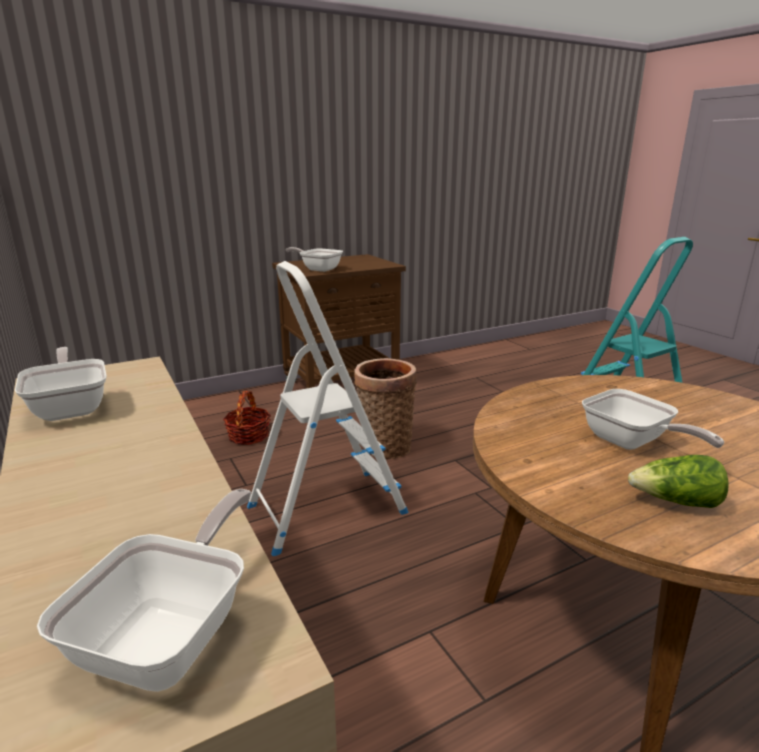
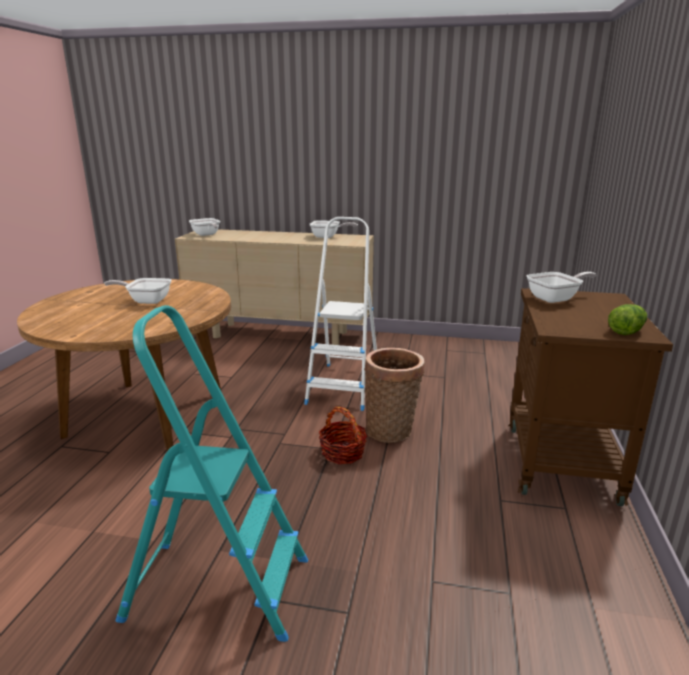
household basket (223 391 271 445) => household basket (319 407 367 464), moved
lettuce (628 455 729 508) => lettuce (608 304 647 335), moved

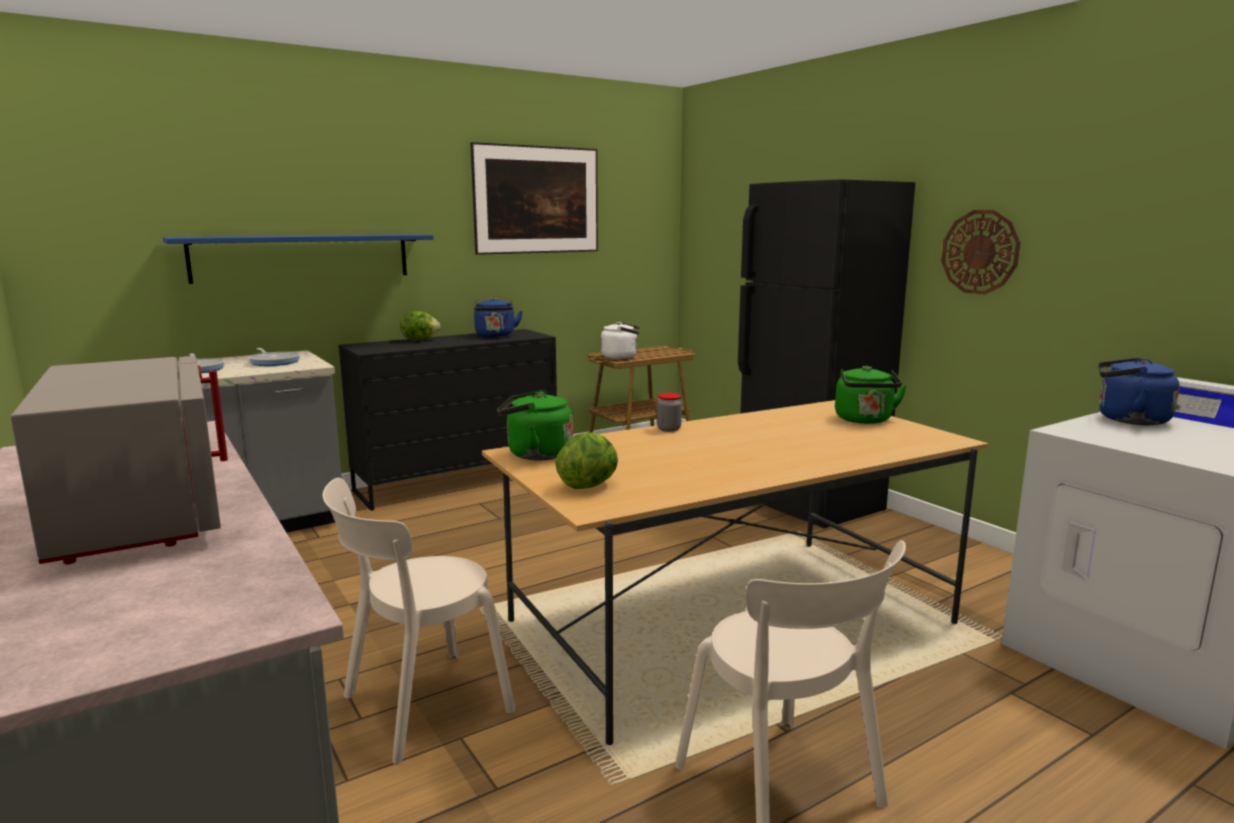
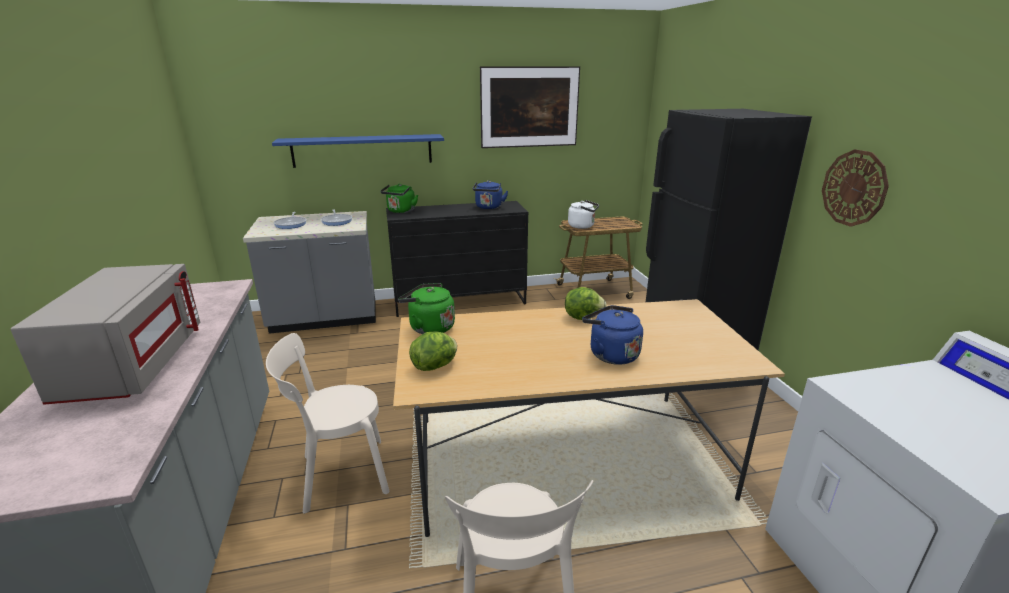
preserve jar (657 393 682 432) => nothing
lettuce (400 311 440 341) => lettuce (565 287 607 320), moved
green kettle (835 366 907 424) => green kettle (380 184 418 213), moved
blue-coloured kettle (1098 358 1180 425) => blue-coloured kettle (582 305 643 365), moved

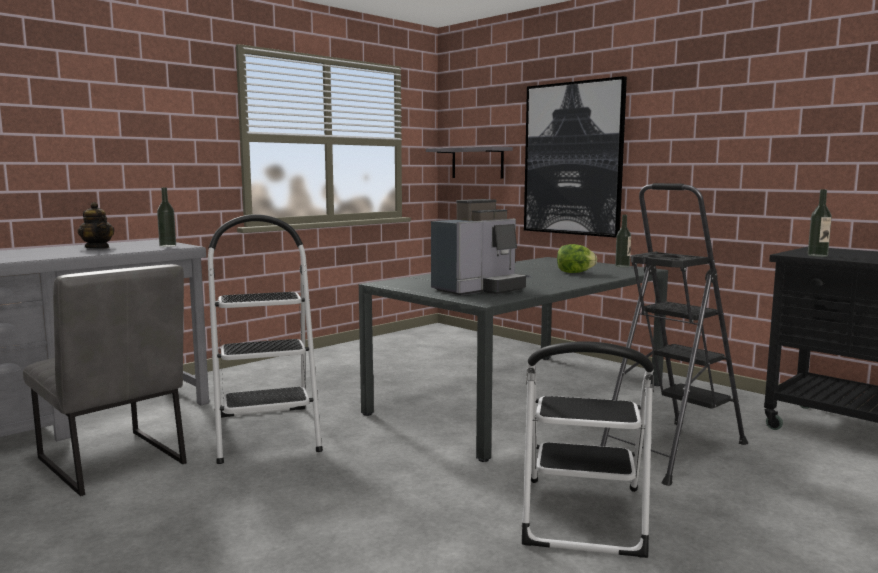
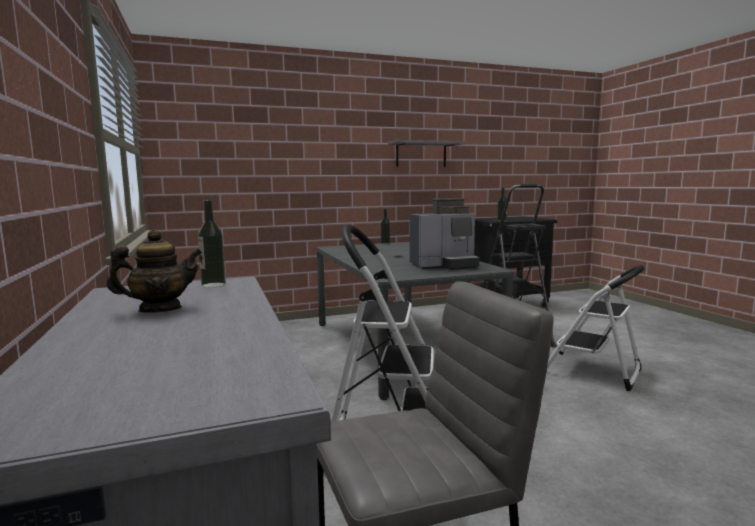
wall picture (524 76 627 238) => nothing
lettuce (557 244 597 273) => nothing
greyish wall shelf (426 146 513 179) => greyish wall shelf (388 140 465 167), moved
coffee maker (431 199 526 295) => coffee maker (410 198 479 270), 90 degrees clockwise

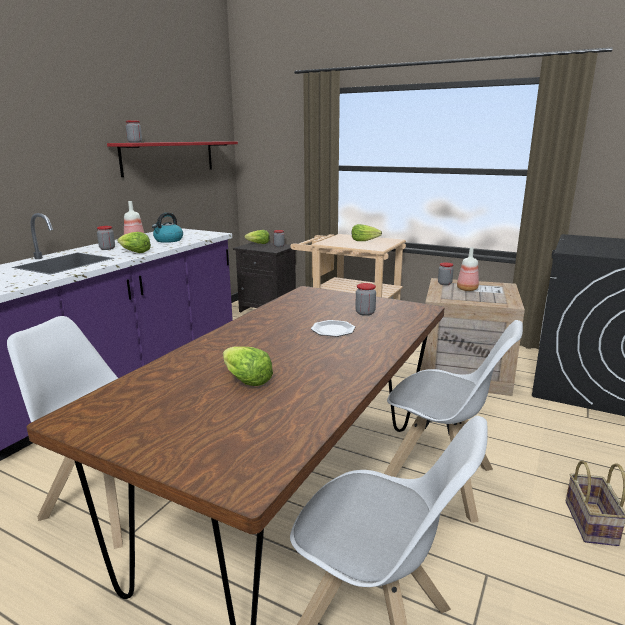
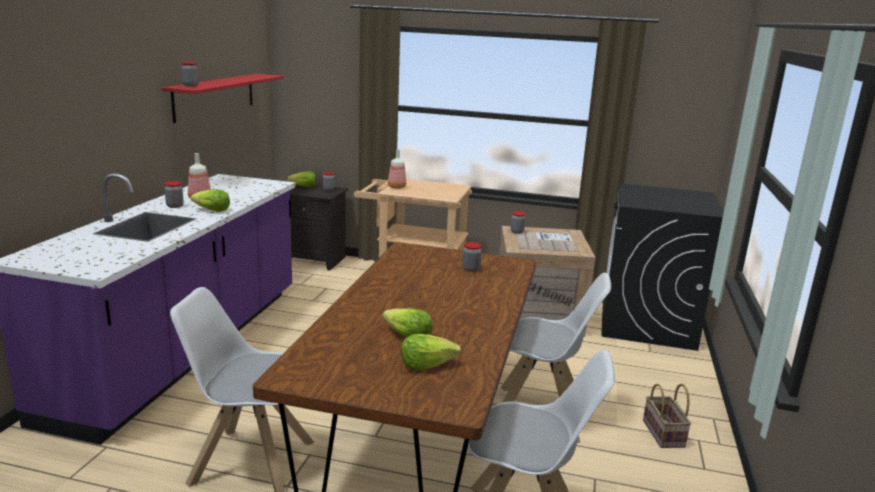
kettle (152 212 183 243) => nothing
flat dish (311 320 355 337) => nothing
lettuce (352 224 382 241) => lettuce (401 334 461 370), moved
bottle (457 247 479 291) => bottle (388 149 406 189), moved

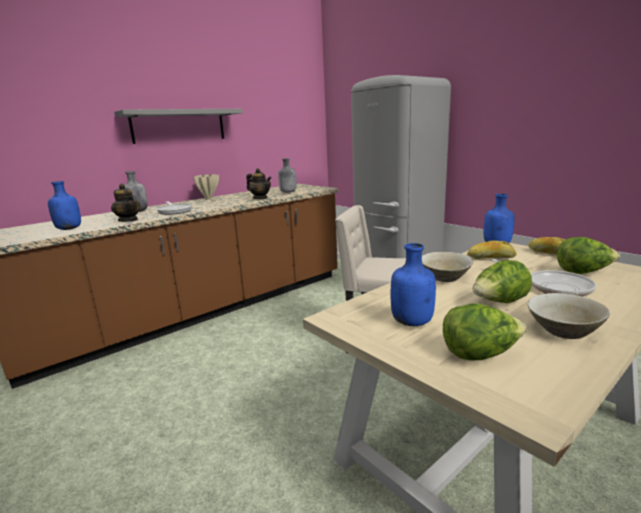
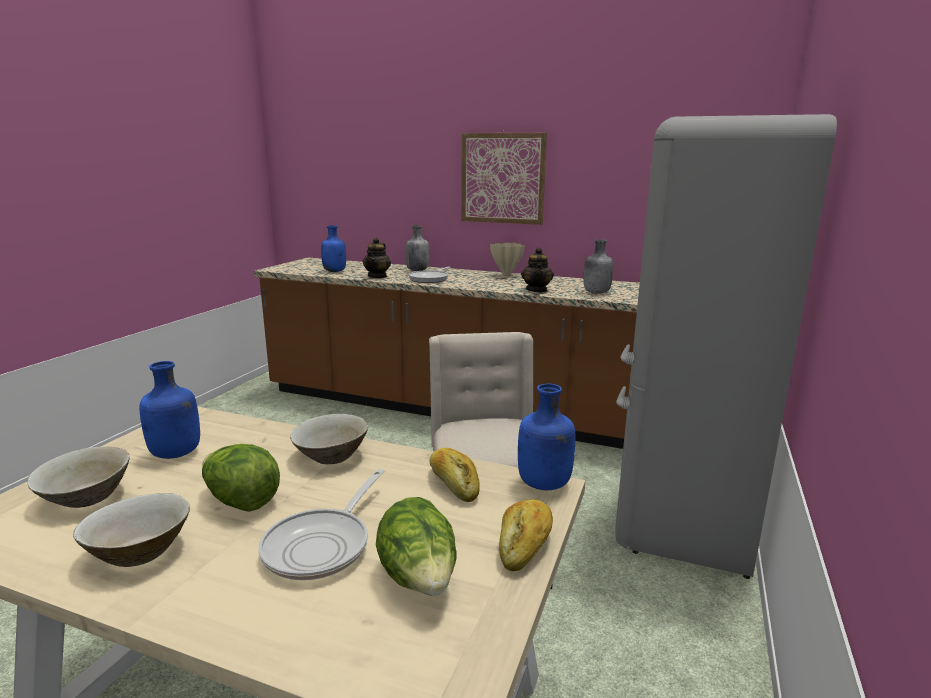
greyish wall shelf (114 109 243 144) => wall picture (461 133 547 225)
lettuce (443 303 527 360) => beige-coloured serving bowl (27 446 130 508)

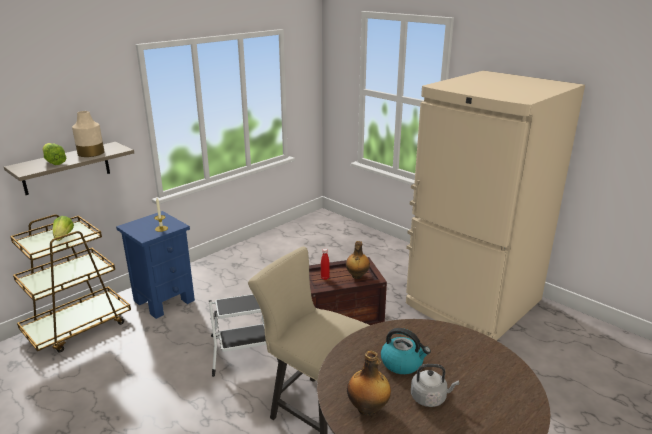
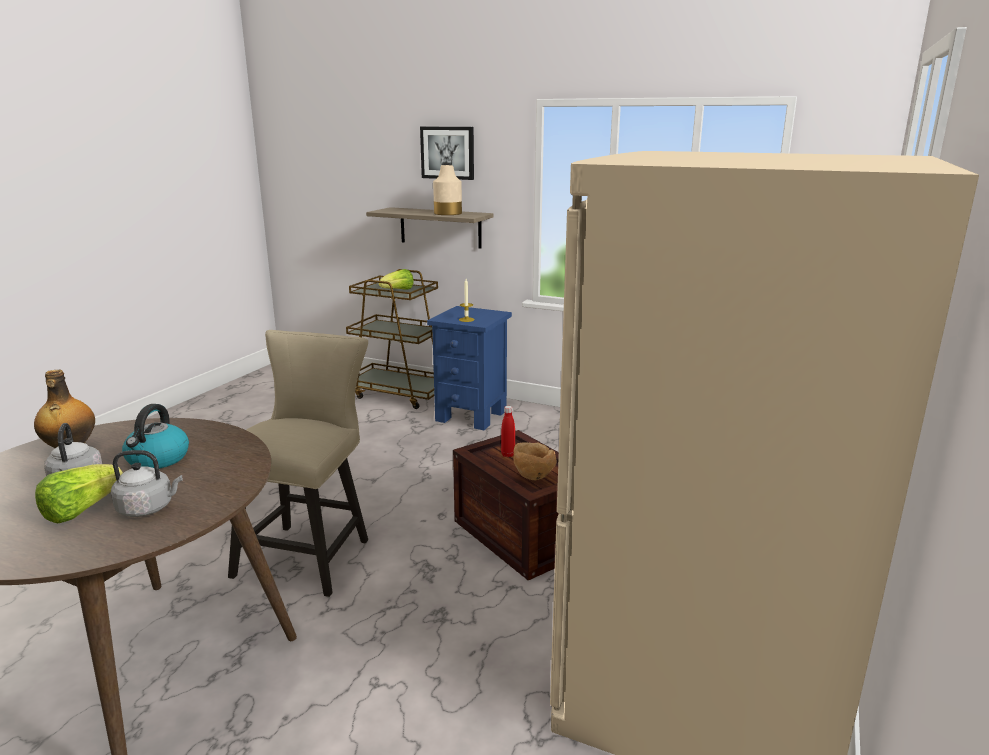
step ladder (209 294 279 377) => nothing
nothing => greyish kettle (111 450 182 517)
nothing => wall picture (420 127 474 180)
lettuce (42 143 67 165) => lettuce (35 464 123 523), moved
bottle (346 241 370 279) => brownish serving bowl (514 443 557 480)

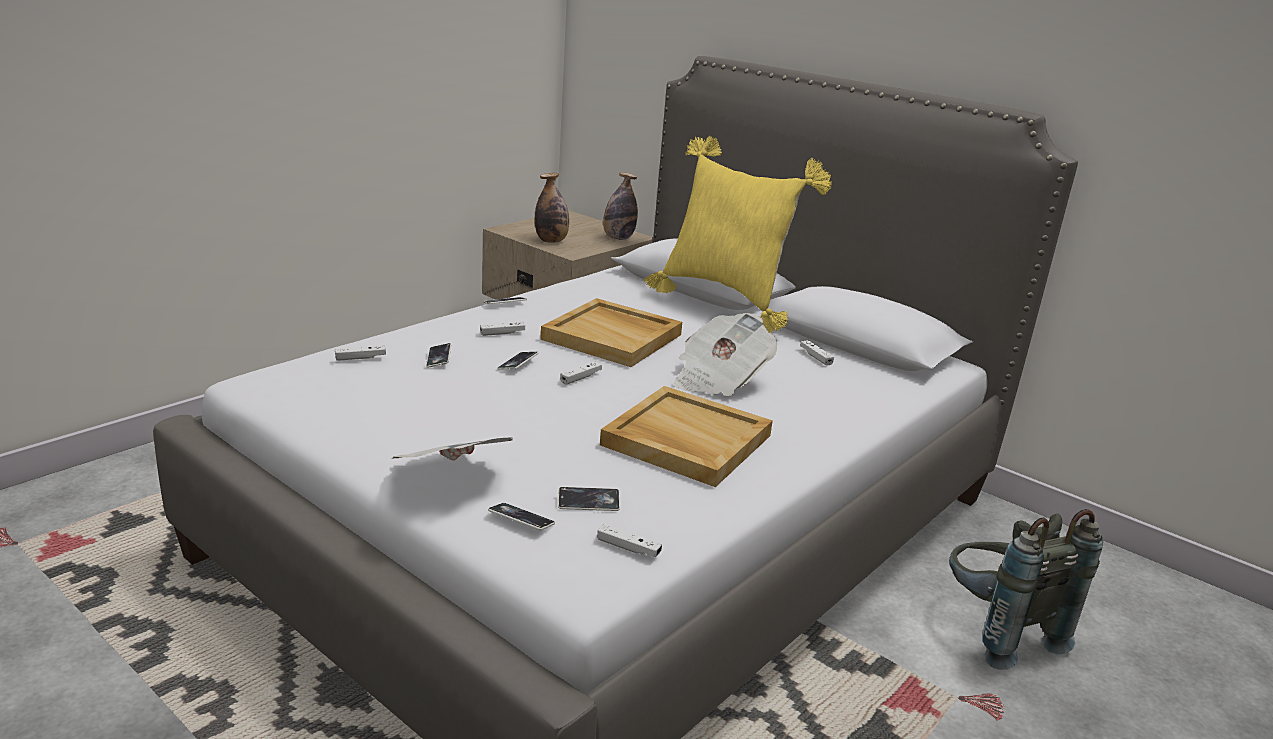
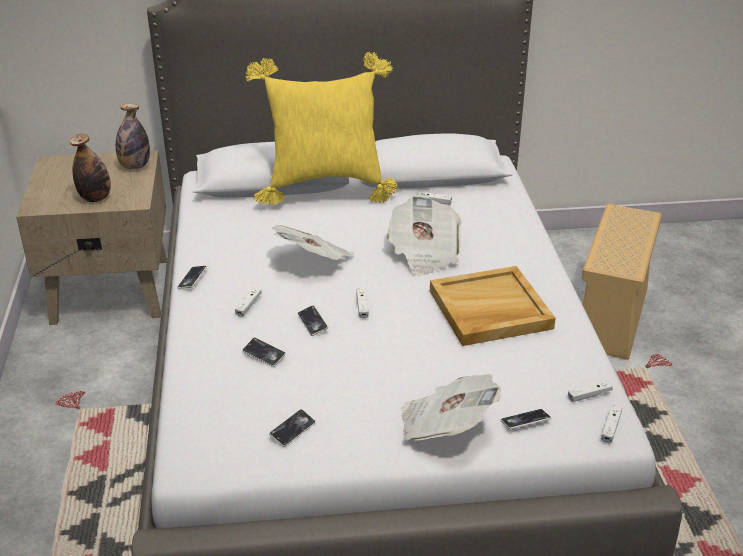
white-coloured gamepad (335 345 386 361) => white-coloured gamepad (601 405 622 443), moved
phone (558 487 620 511) => phone (269 409 316 447), moved
beige-coloured serving tray (540 298 682 367) => newspaper (272 225 354 260)
greyish knapsack (949 509 1103 670) => beige-coloured storage box (582 204 661 360)

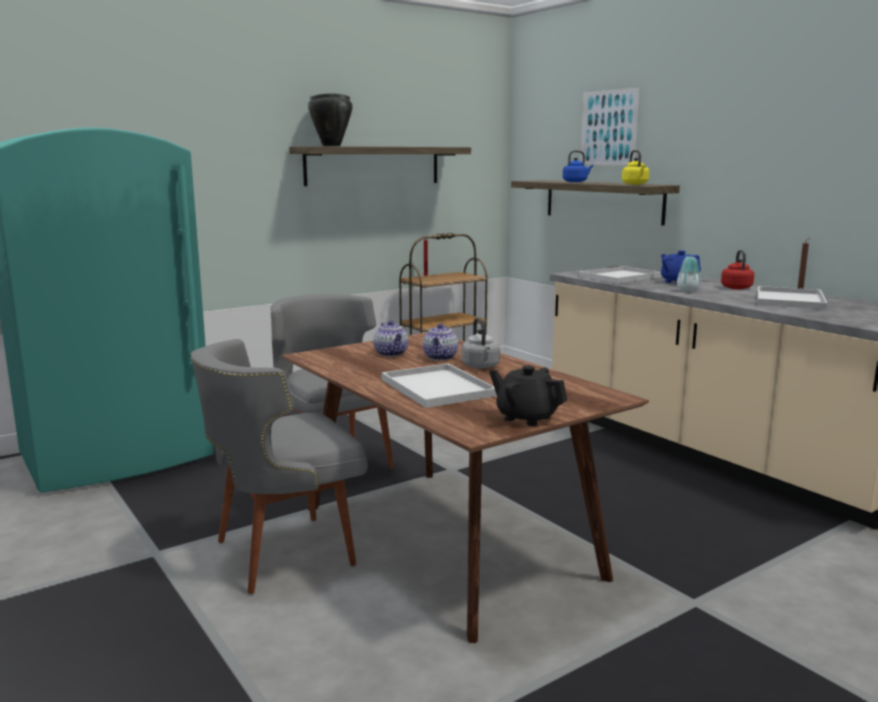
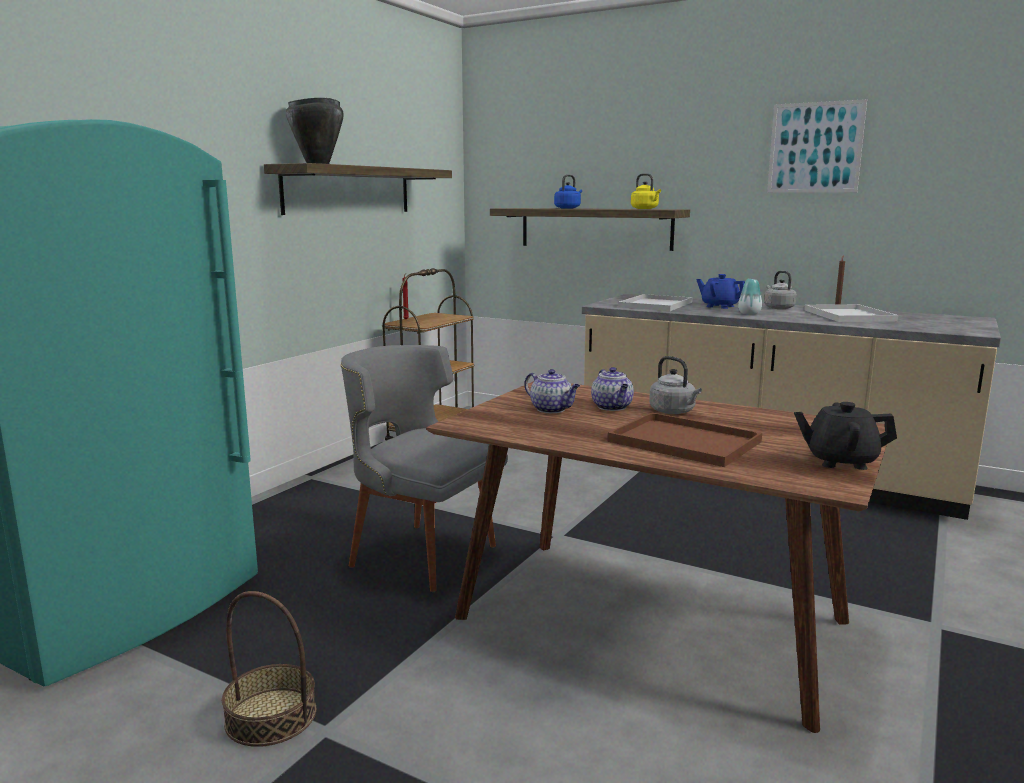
greyish plain chair (191 339 368 594) => nothing
nothing => household basket (222 591 316 747)
wall picture (580 88 639 165) => wall picture (767 99 867 193), moved
white-coloured serving tray (381 364 497 408) => brownish serving tray (607 413 762 467)
reddish kettle (721 250 754 289) => greyish kettle (764 271 796 309)

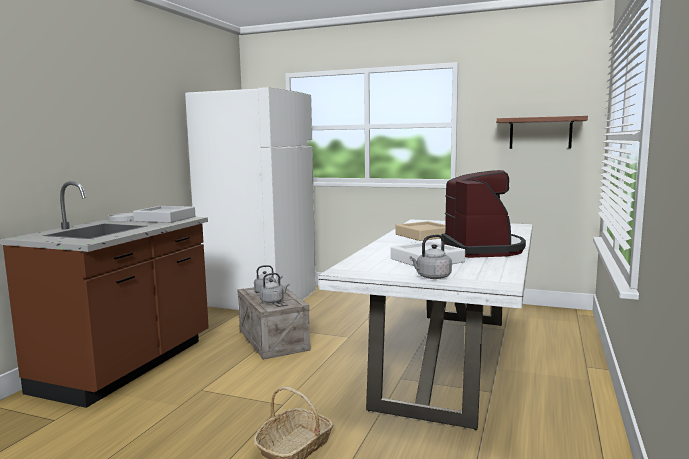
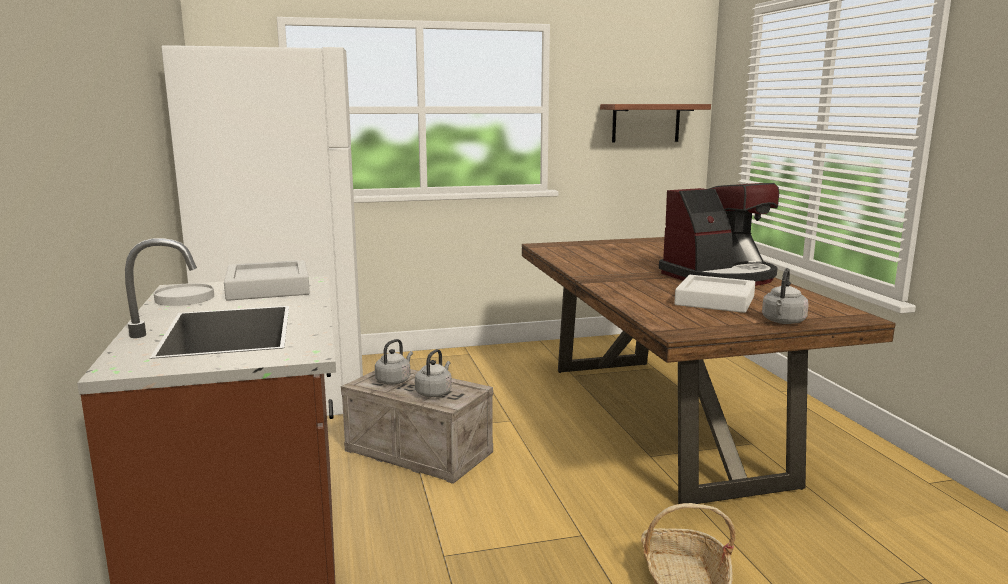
beige-coloured serving tray (395 221 445 241) => nothing
white-coloured kitchen table (318 219 533 430) => brownish kitchen table (522 237 896 504)
coffee maker (441 170 526 258) => coffee maker (659 183 779 286), 105 degrees clockwise

